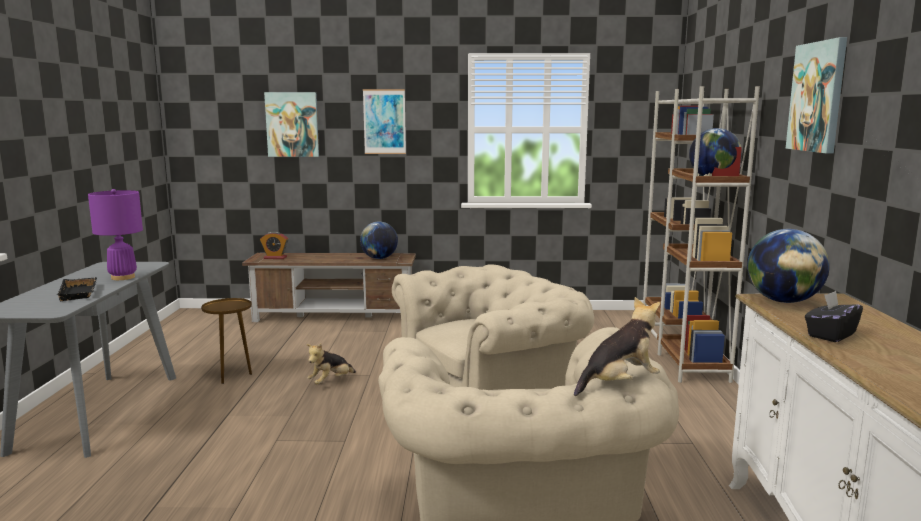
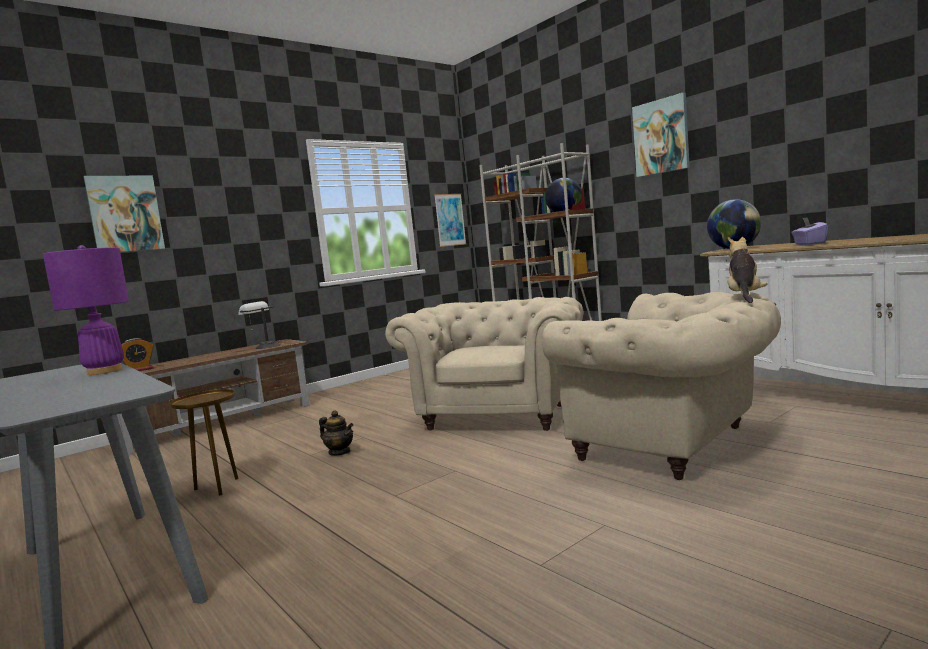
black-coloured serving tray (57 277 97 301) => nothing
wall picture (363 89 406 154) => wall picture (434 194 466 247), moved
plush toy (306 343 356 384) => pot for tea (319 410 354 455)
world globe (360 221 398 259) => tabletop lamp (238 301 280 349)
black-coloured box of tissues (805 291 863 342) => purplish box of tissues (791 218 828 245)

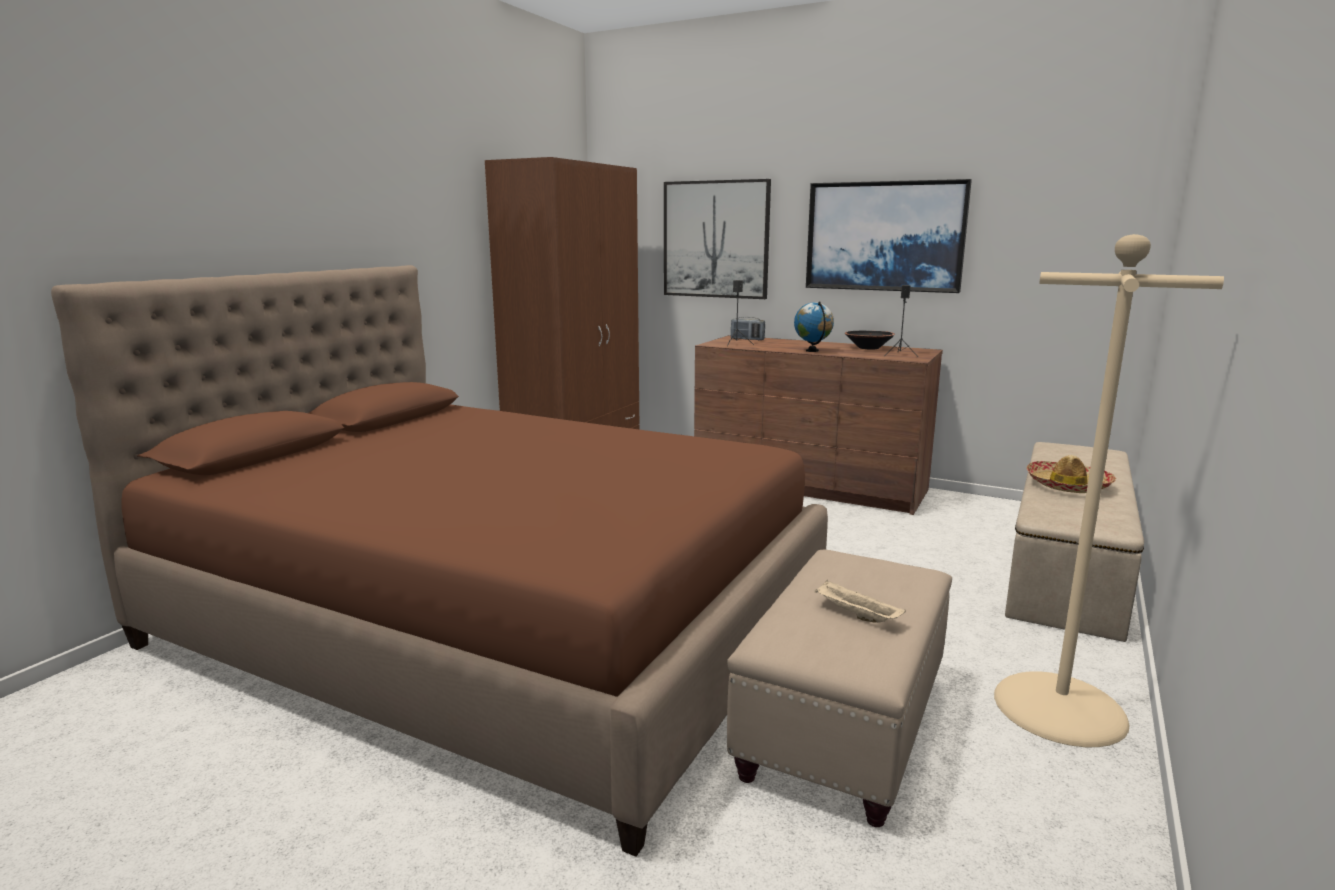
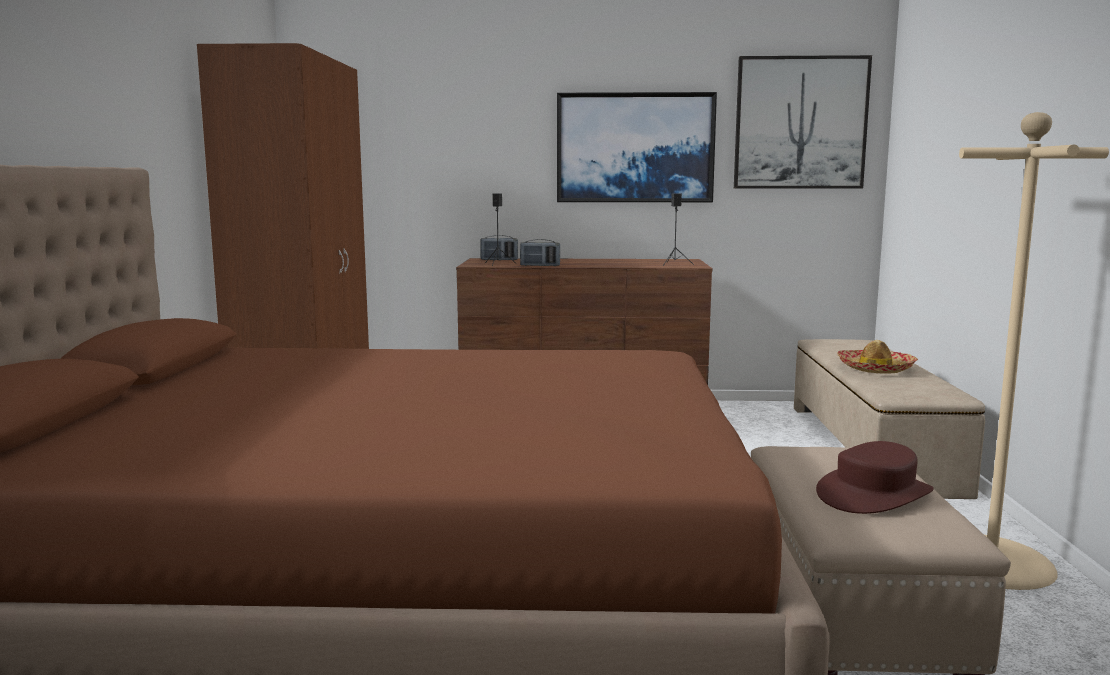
world globe (794 301 834 352) => nothing
black-coloured serving bowl (845 331 895 350) => nothing
nothing => radio (520 239 560 266)
wall picture (664 179 771 299) => wall picture (734 55 872 189), moved
beige-coloured serving tray (814 580 906 623) => brownish clothing hat (816 441 934 514)

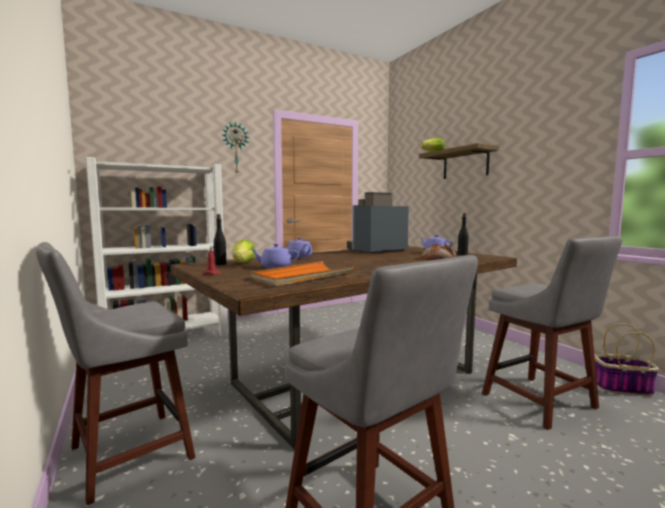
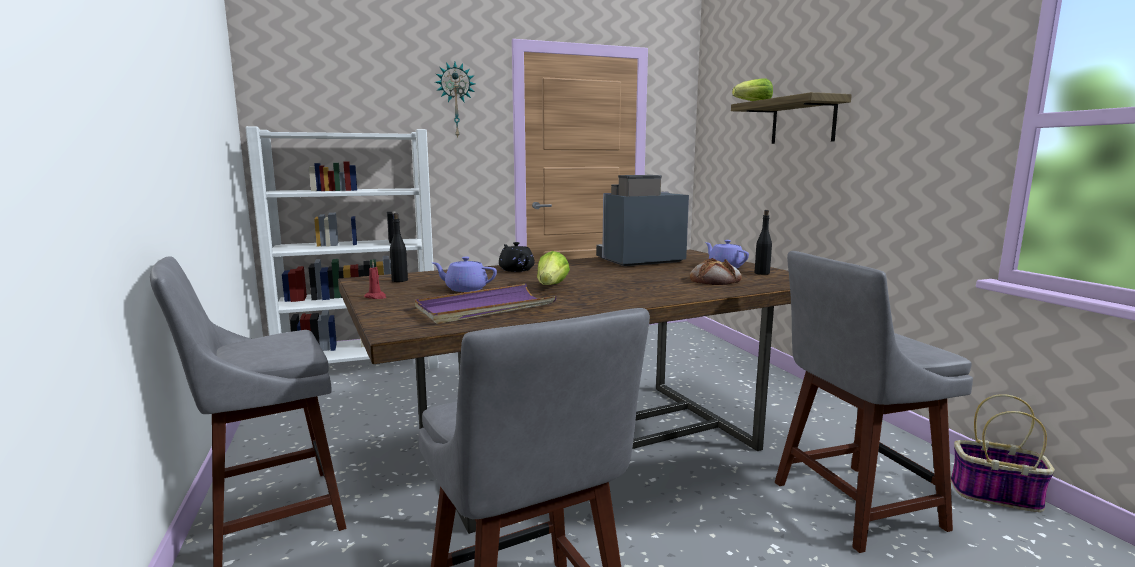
lettuce (233 240 255 263) => lettuce (537 251 570 285), moved
orangey serving tray (251 261 354 286) => purplish serving tray (415 284 557 324)
purplish pot for tea (287 237 312 258) => black-coloured pot for tea (499 242 535 272)
greyish plain chair (482 236 623 430) => greyish plain chair (775 251 973 553), 90 degrees clockwise

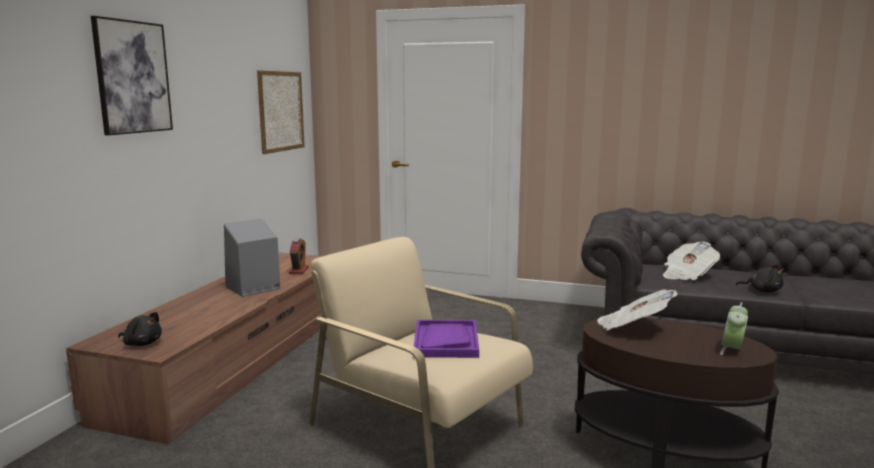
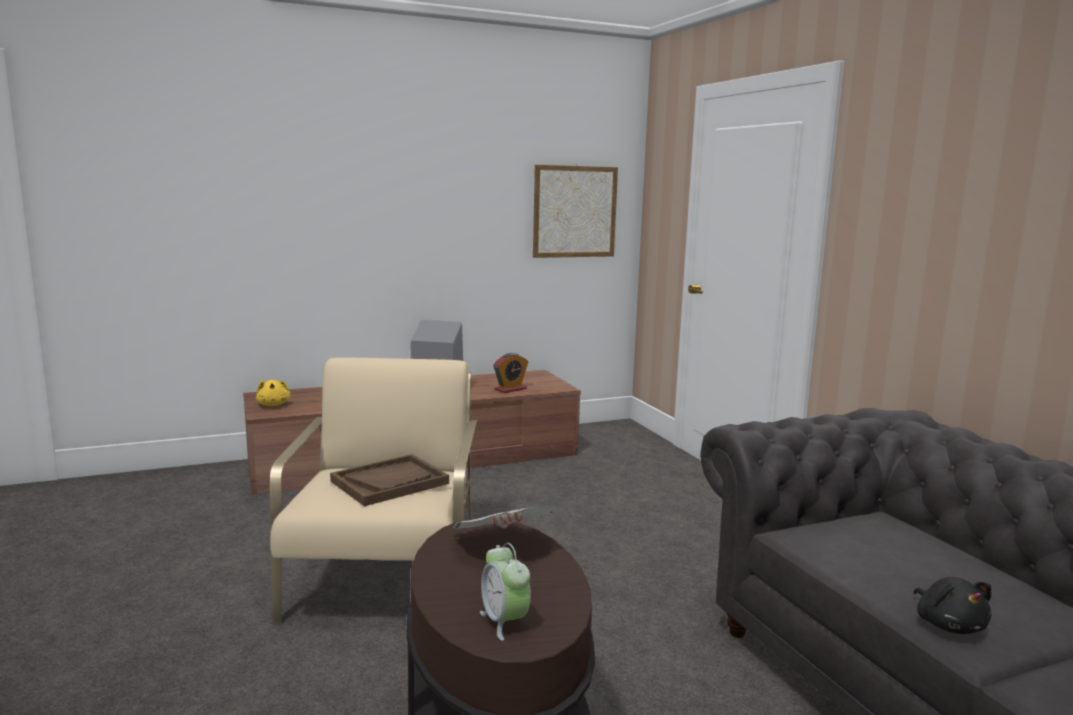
wall picture (91 16 173 135) => nothing
newspaper (663 242 720 280) => nothing
black-coloured plush toy (118 312 162 346) => yellowish plush toy (256 380 290 406)
purplish serving tray (413 320 479 358) => brownish serving tray (330 454 449 506)
table clock (720 302 748 355) => table clock (480 543 531 641), 105 degrees counterclockwise

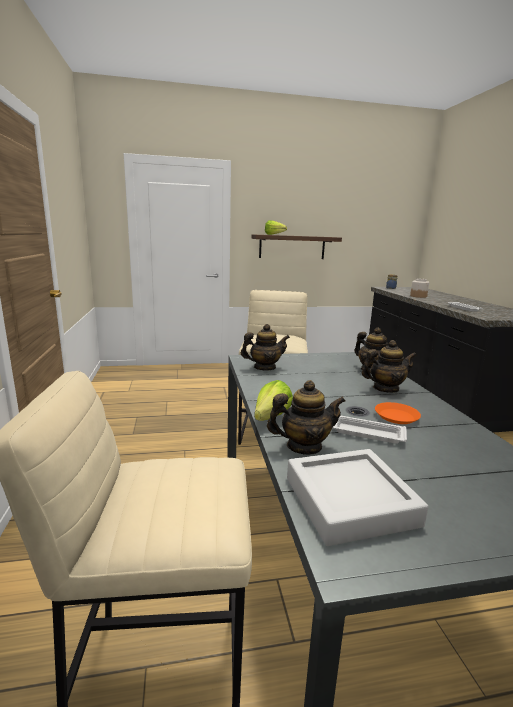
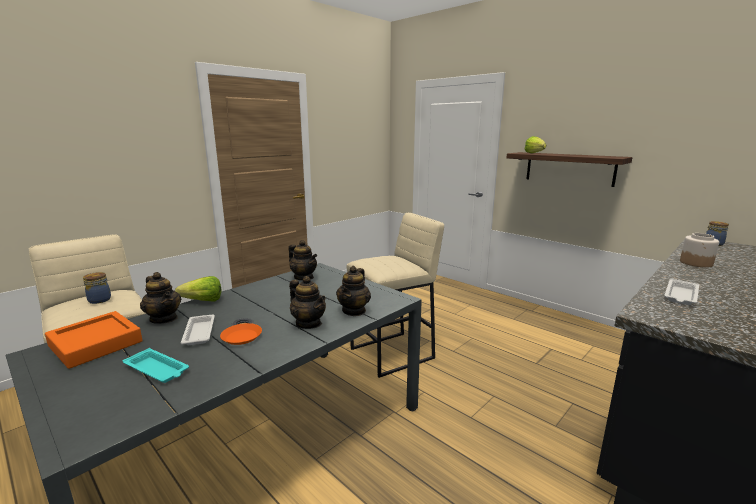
nothing => preserve jar (83 272 111 304)
nothing => turquoise-coloured serving tray (123 348 189 383)
greyish serving tray (287 449 429 546) => orangey serving tray (45 311 143 369)

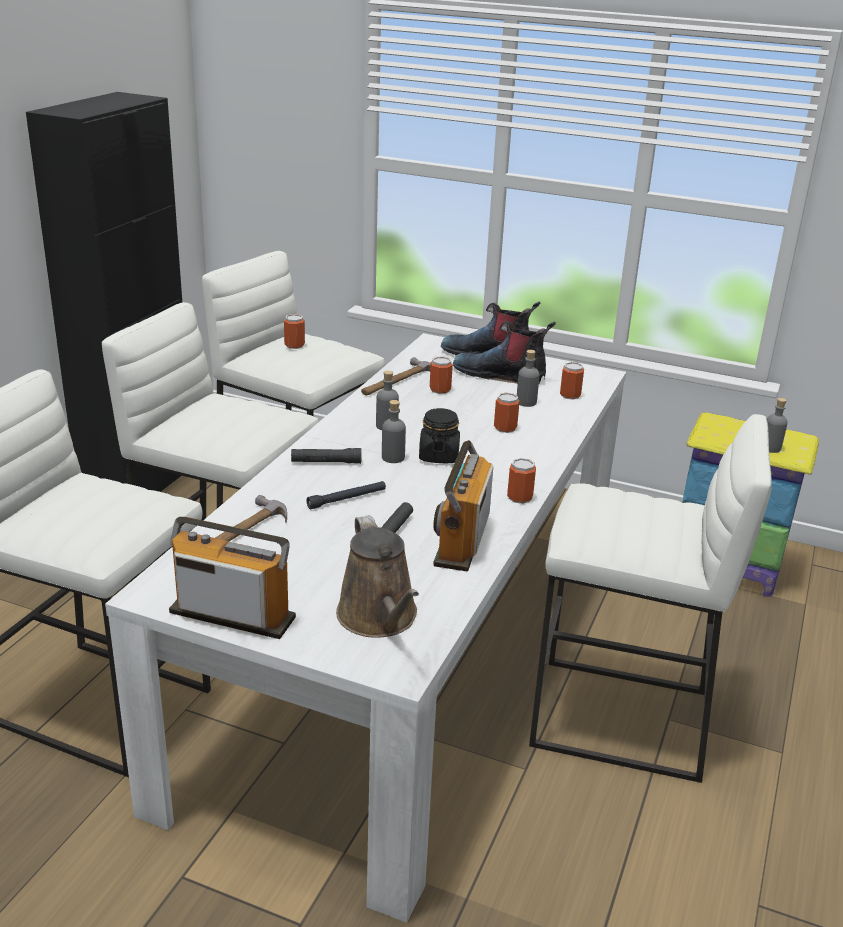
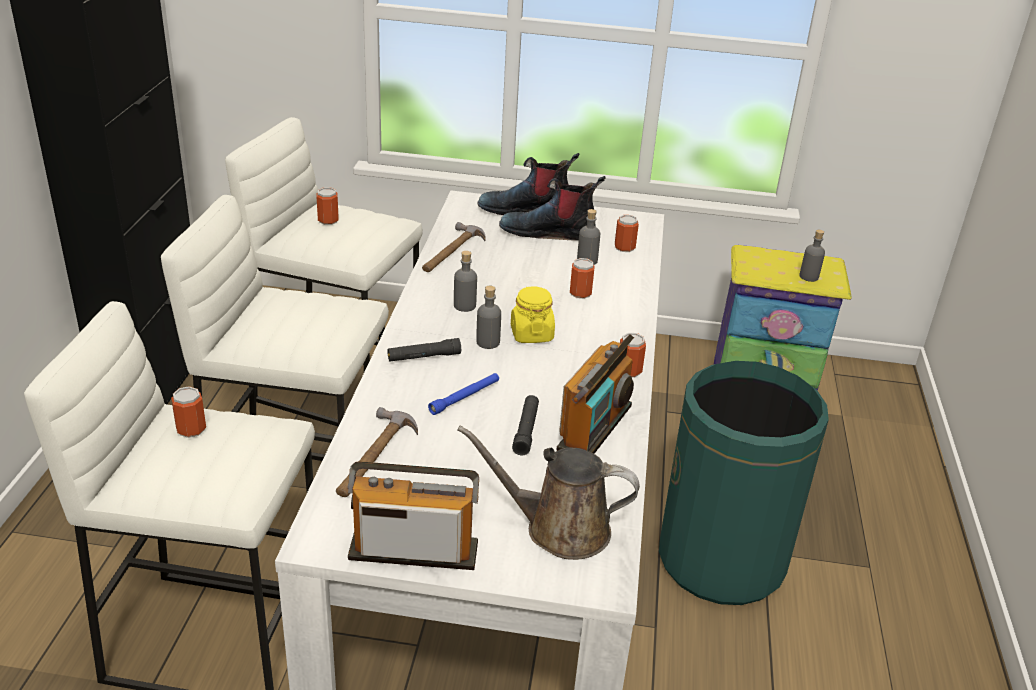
can (430 357 453 394) => can (171 386 206 438), moved
white-coloured stool seat (529 414 772 783) => green waste bin (659 361 829 605)
black-coloured flashlight (306 481 386 509) => blue-coloured flashlight (428 373 499 415)
black-coloured preserve jar (419 408 460 463) => yellowish preserve jar (511 286 555 343)
brownish watering pot (336 515 419 638) => brownish watering pot (458 426 640 560), 135 degrees clockwise
radio (433 440 493 571) => radio (557 334 634 454), 150 degrees counterclockwise

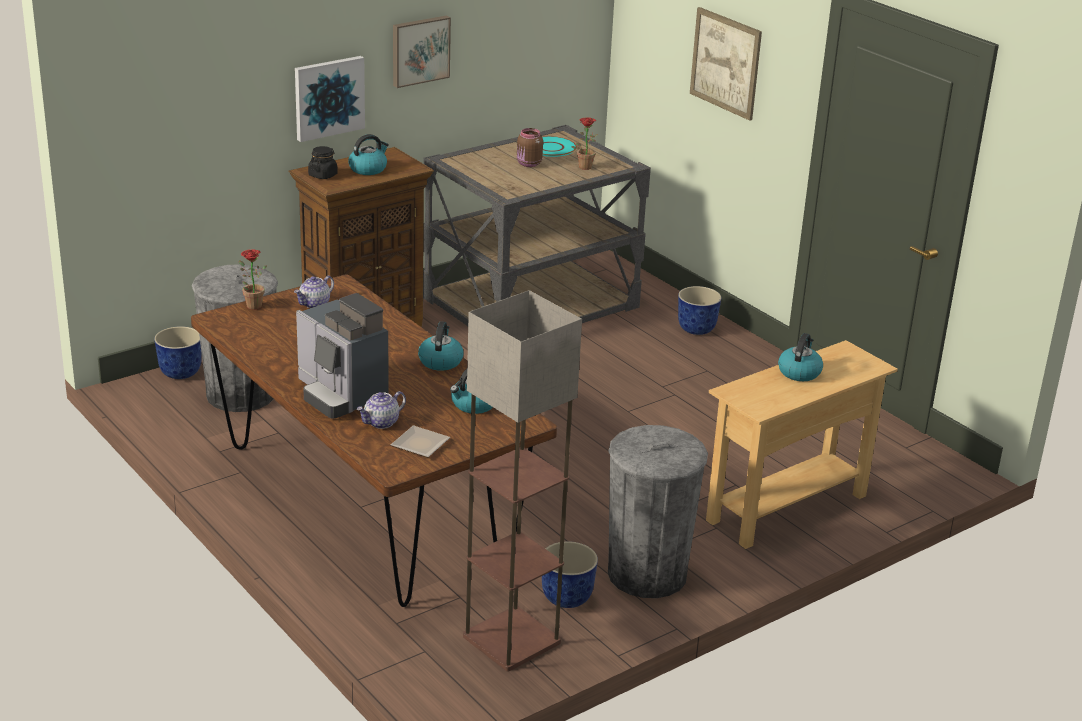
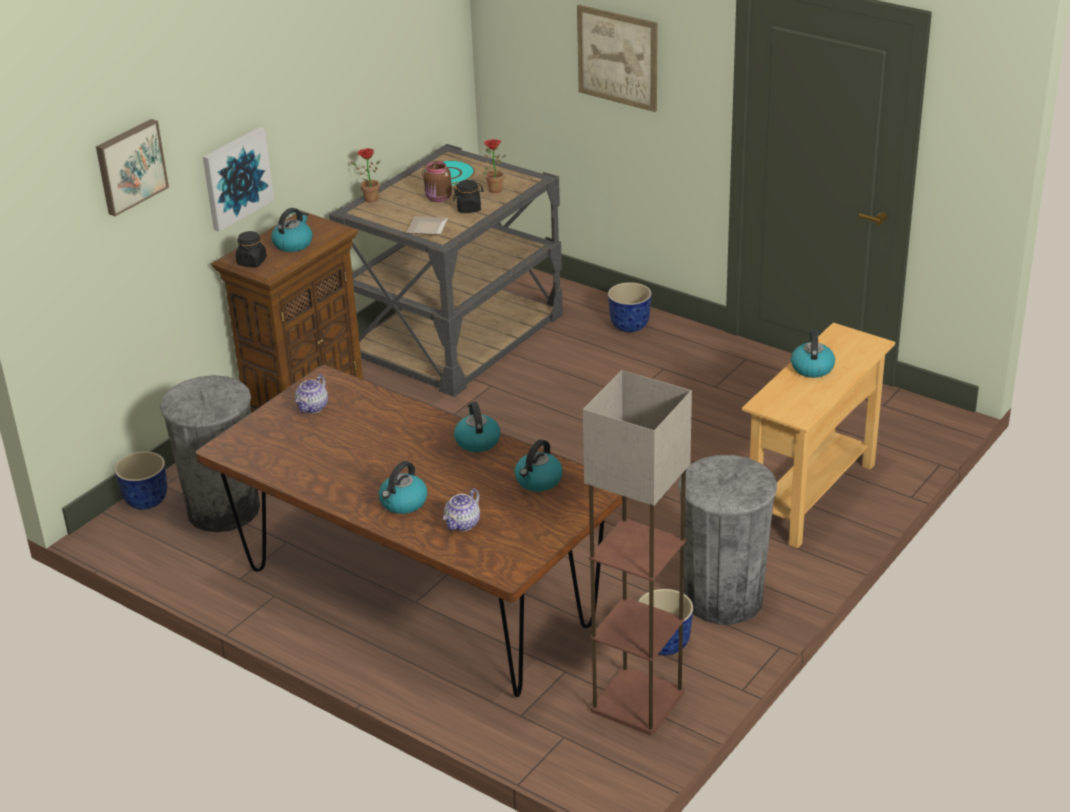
nothing => black-coloured preserve jar (453 180 484 213)
houseplant (239 249 267 310) => houseplant (350 148 380 202), moved
flat dish (391 426 450 458) => flat dish (407 216 448 235), moved
wall picture (393 16 451 88) => wall picture (96 119 169 216), moved
coffee maker (296 293 389 418) => kettle (379 461 428 514)

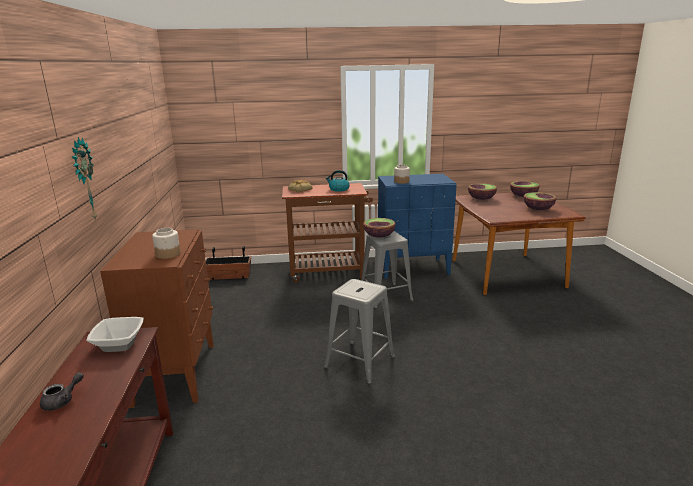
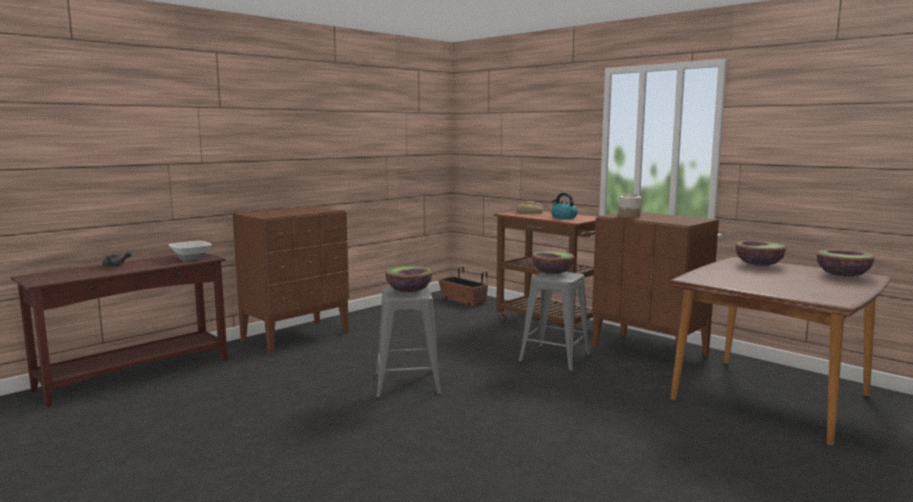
wall clock (72 137 97 221) => nothing
preserve jar (152 228 181 259) => nothing
serving bowl (524 192 557 210) => serving bowl (385 266 433 292), moved
blue-coloured drawer chest (378 174 457 279) => brownish drawer chest (592 212 719 371)

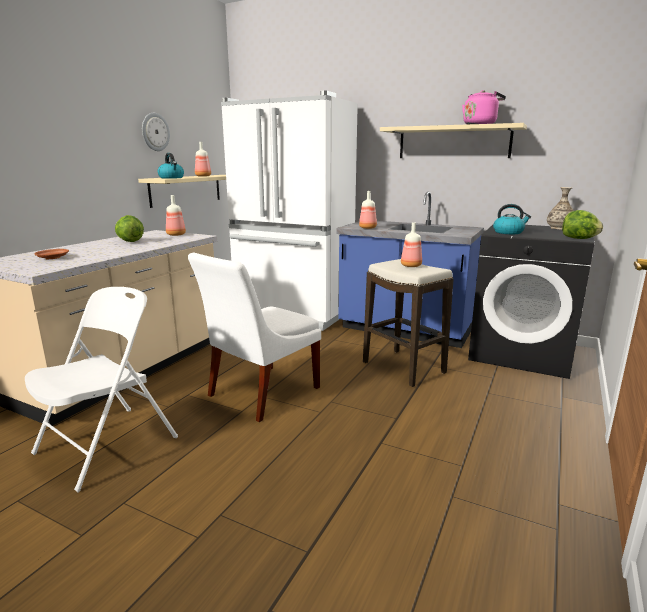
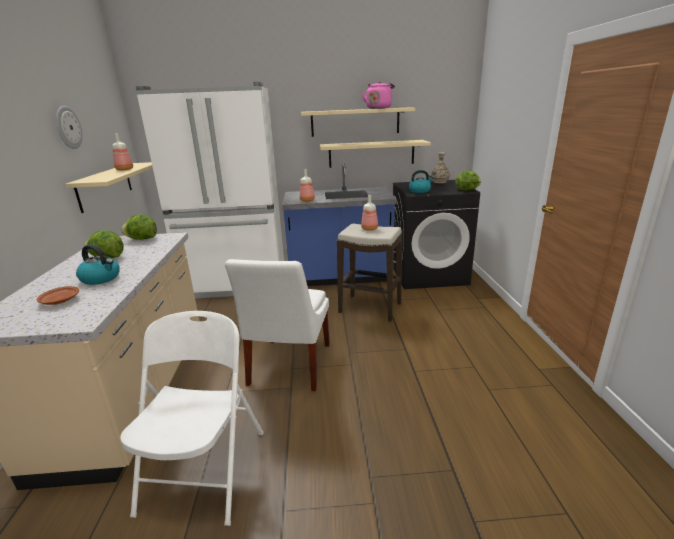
nothing => beige-coloured wall shelf (320 140 431 168)
kettle (158 153 184 179) => kettle (76 244 120 285), moved
bottle (166 195 186 236) => lettuce (121 214 157 240)

